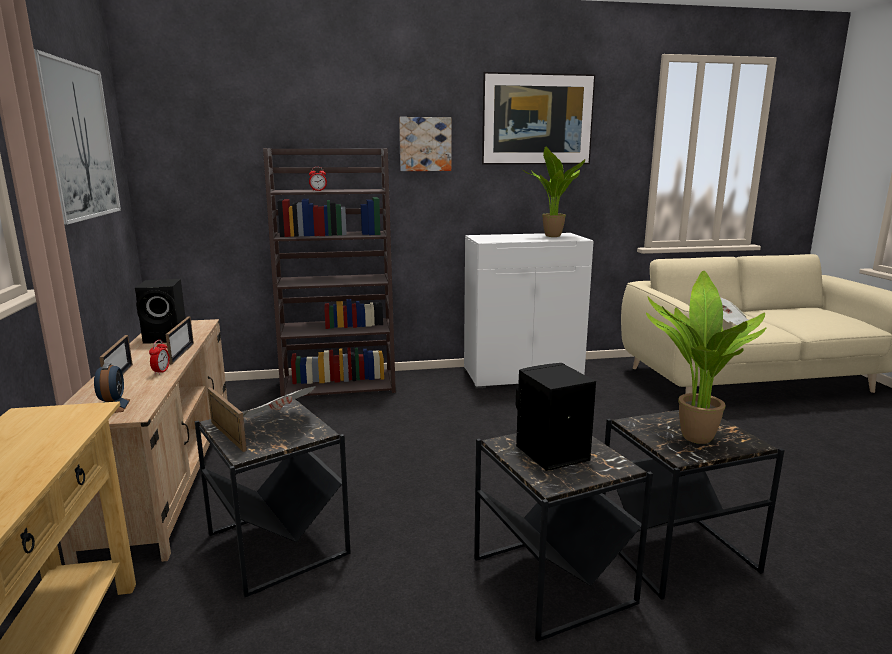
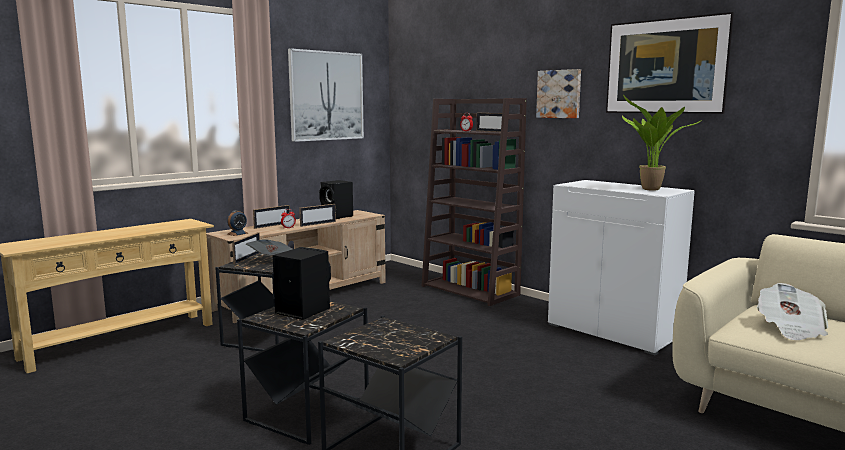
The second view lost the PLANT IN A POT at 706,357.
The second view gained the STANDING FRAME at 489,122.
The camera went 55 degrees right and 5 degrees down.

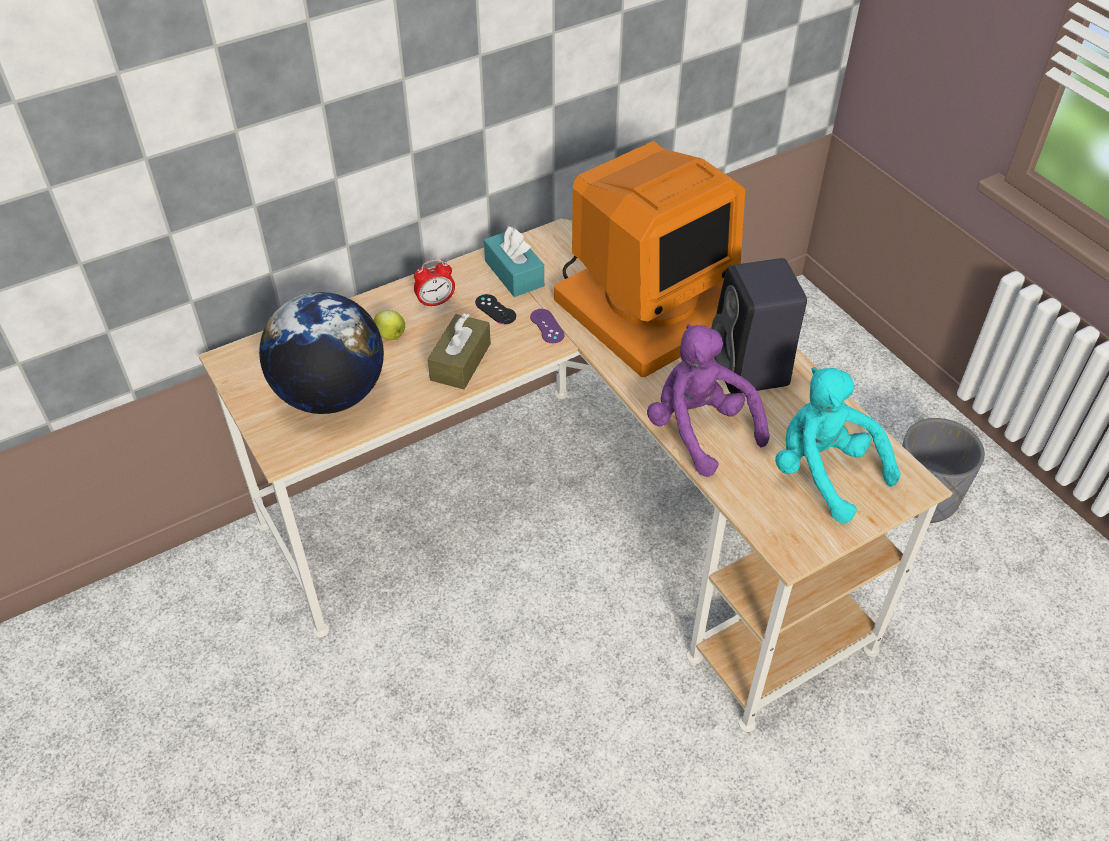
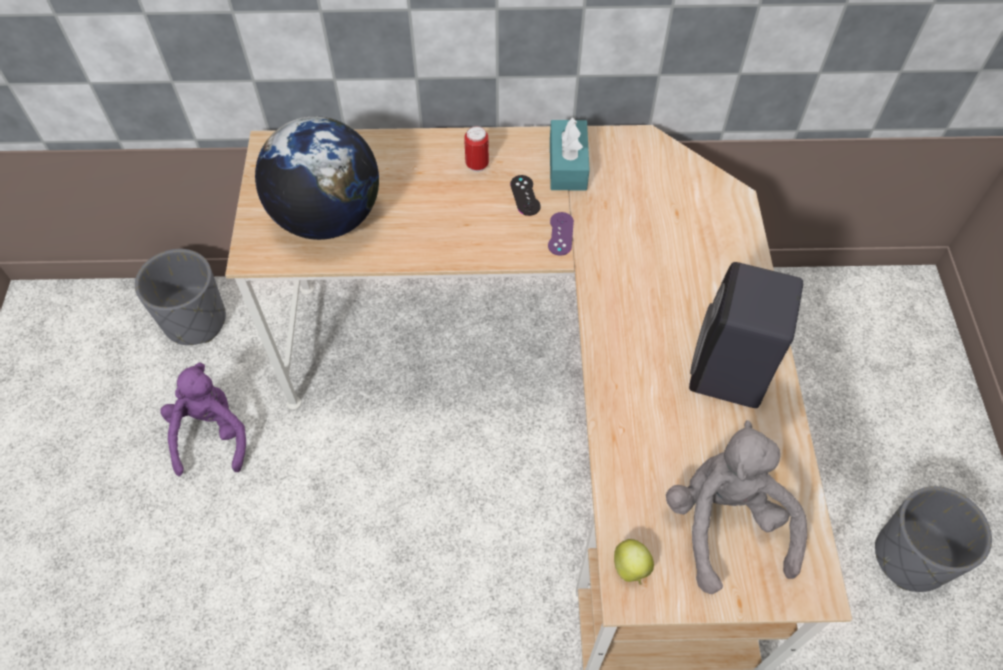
The second view lost the BROWN TISSUE HOLDER at 459,351.
The second view lost the MONITOR at 649,259.
The second view gained the GREY PLANTER at 180,297.
The APPLE FRUIT ended up elsewhere, having gone from 389,325 to 634,562.
The PURPLE SOFT TOY ended up elsewhere, having gone from 708,400 to 203,419.
Where the TABLE CLOCK stood at 434,283, the METAL CAN came to stand at 476,149.
What was the TURQUOISE-COLOURED SOFT TOY at 837,445 turned into the GREY SOFT TOY at 736,507.
The camera went 30 degrees right and 10 degrees up.

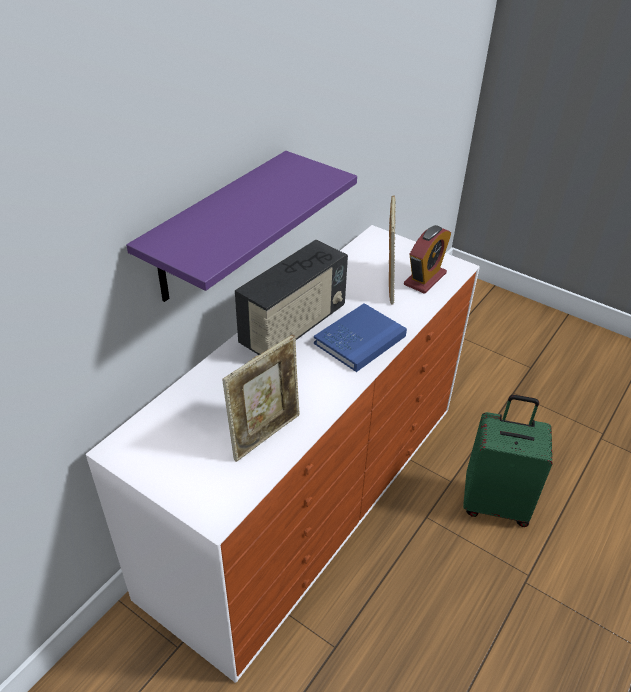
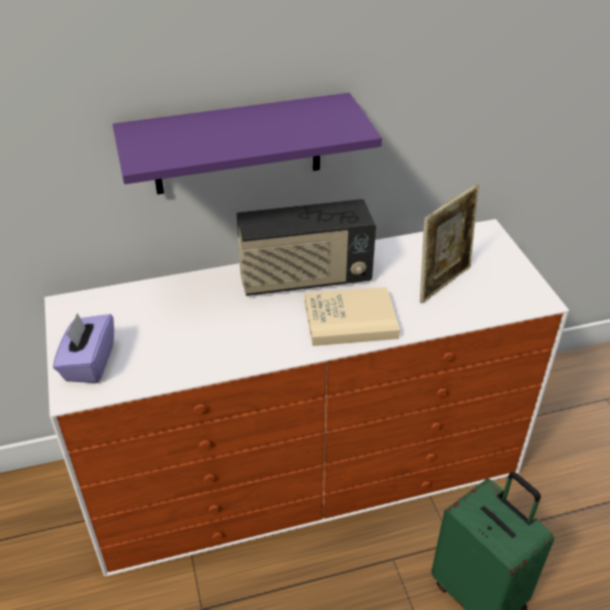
The second view lost the STANDING FRAME at 261,398.
The second view lost the TABLE CLOCK at 427,259.
The second view gained the PURPLE TISSUE HOLDER at 83,348.
What was the BLUE VOLUME at 360,337 turned into the BEIGE-COLOURED VOLUME at 352,316.
The camera went 40 degrees right and 0 degrees up.

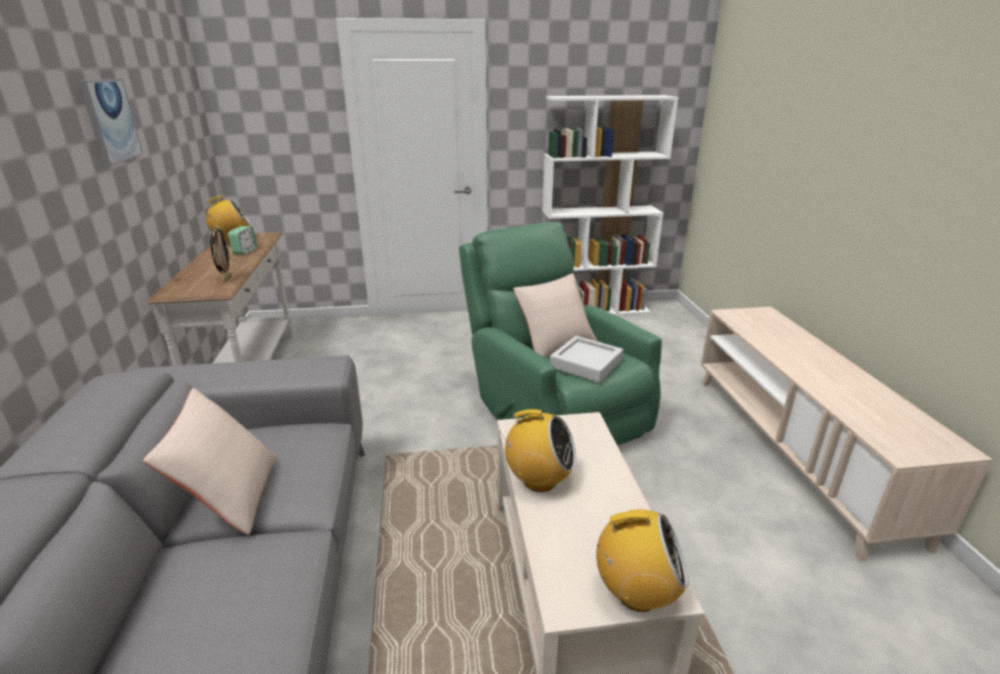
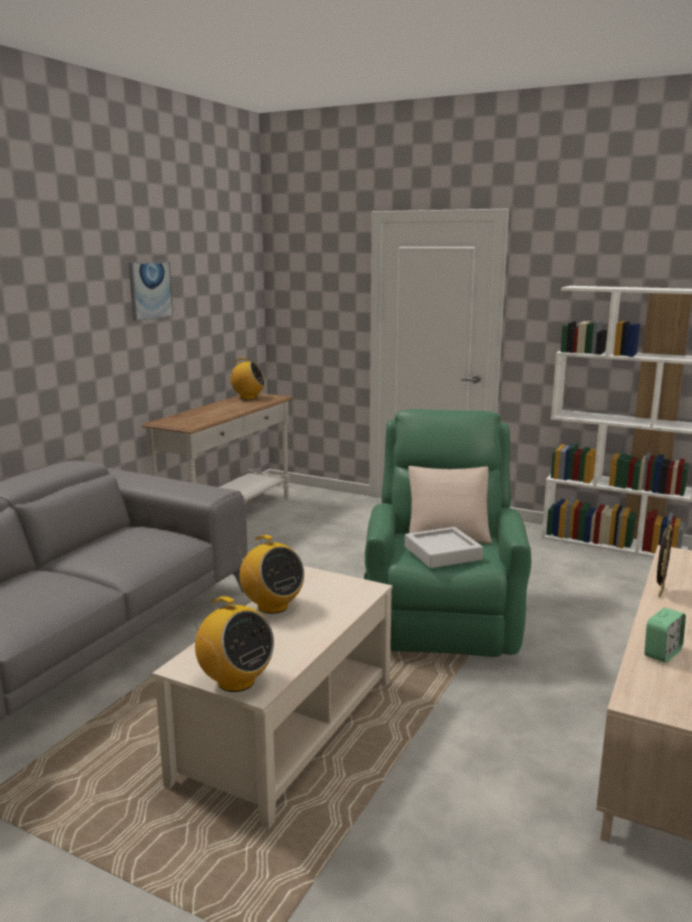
The second view lost the BEIGE-COLOURED THROW PILLOW at 210,461.
The STANDING FRAME ended up elsewhere, having gone from 220,254 to 665,561.
The TABLE CLOCK ended up elsewhere, having gone from 242,240 to 665,635.
The camera went 35 degrees right and 10 degrees down.

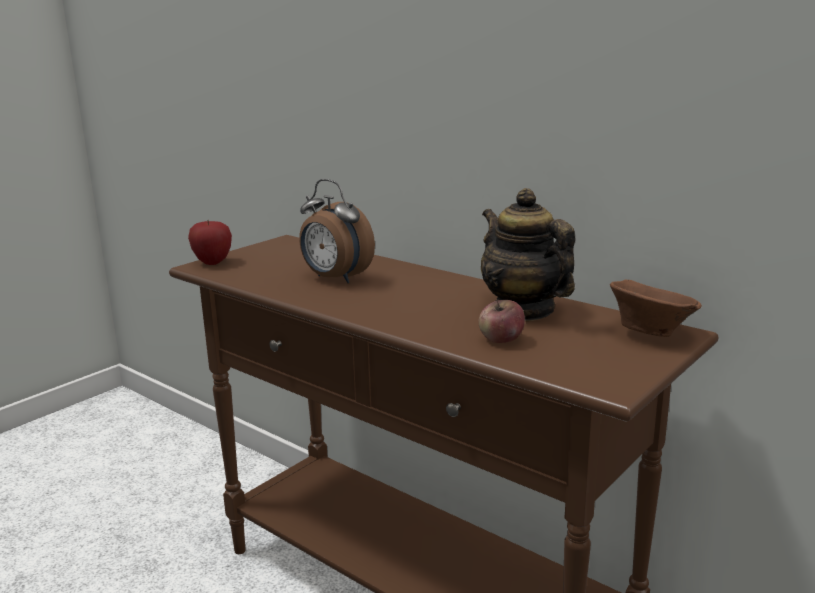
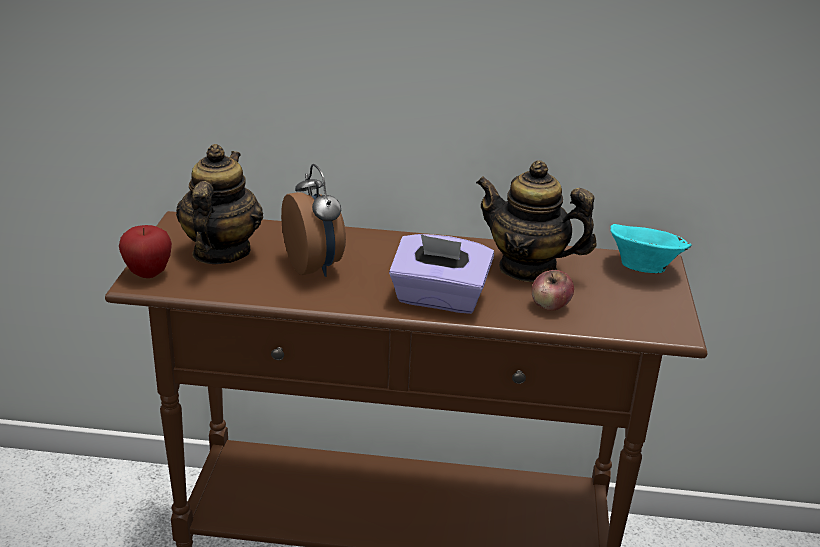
The second view gained the TEA POT at 219,204.
The second view gained the PURPLE TISSUE HOLDER at 441,274.
What was the BROWN DEEP DISH at 656,308 turned into the TURQUOISE-COLOURED DEEP DISH at 651,248.
The TABLE CLOCK at 337,231 ended up facing another way, 120 degrees counterclockwise from before.
The camera went 35 degrees left and 10 degrees up.

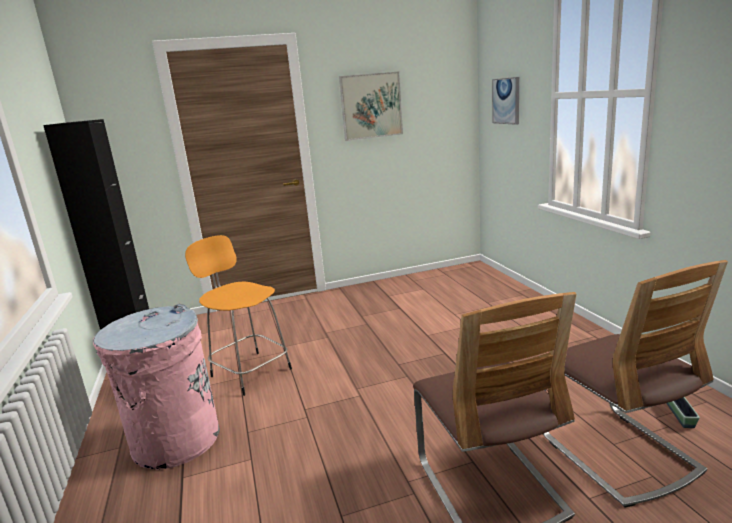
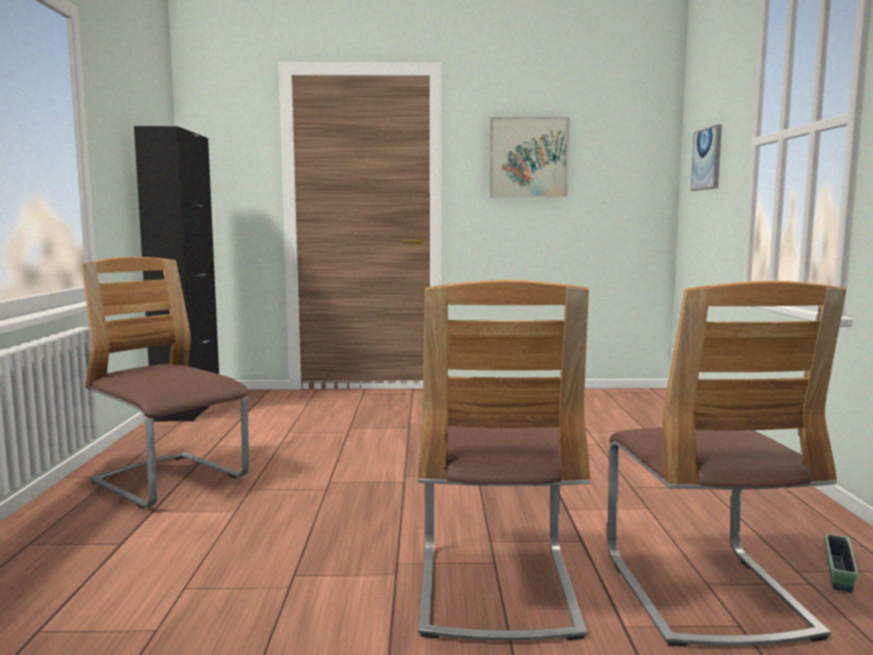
The second view lost the ORANGE SITTING STOOL at 238,315.
Where the PINK TRASH CAN stood at 156,386, the PLAIN CHAIR came to stand at 165,383.
The camera went 15 degrees right and 10 degrees down.

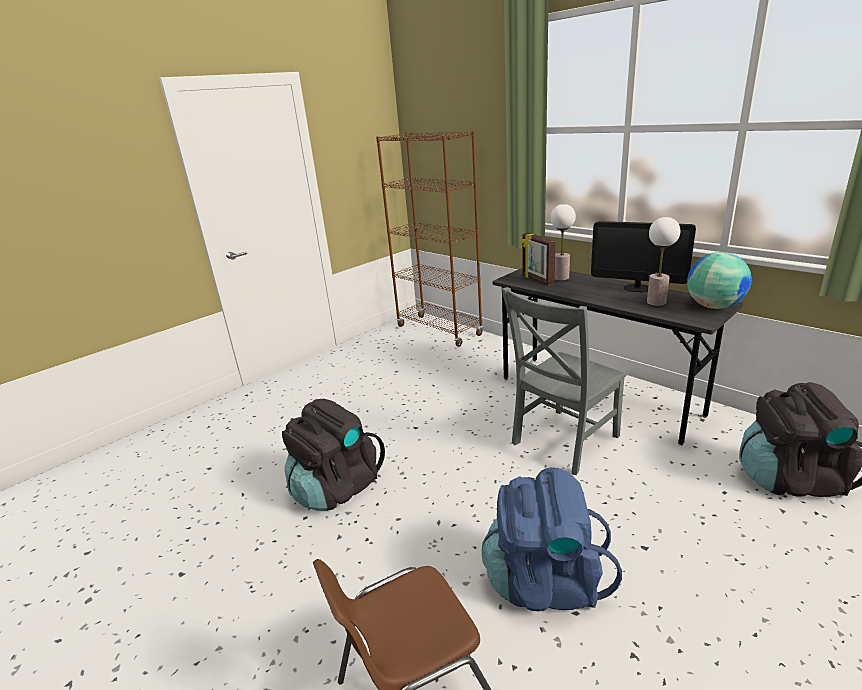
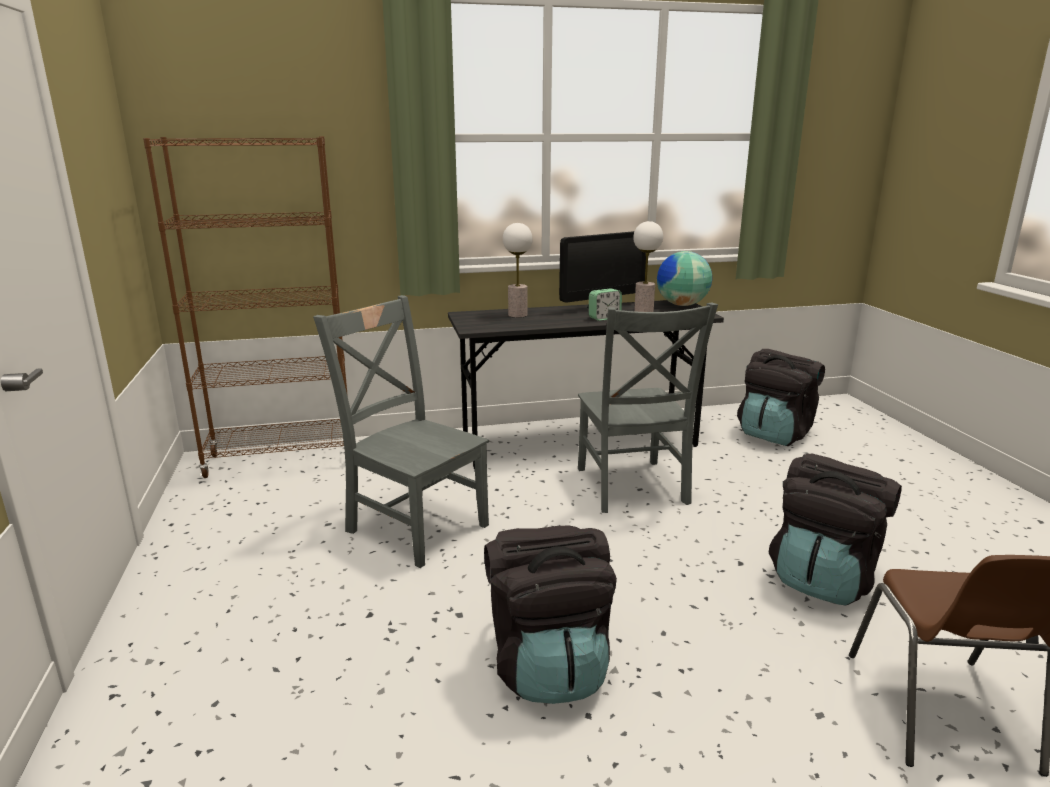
The second view lost the STANDING FRAME at 538,259.
The second view gained the GREY PLAIN CHAIR at 401,431.
The second view gained the TABLE CLOCK at 605,304.
What was the BLUE BACKPACK at 552,539 turned into the BLACKISH BACKPACK at 835,529.
The camera went 60 degrees left and 5 degrees down.

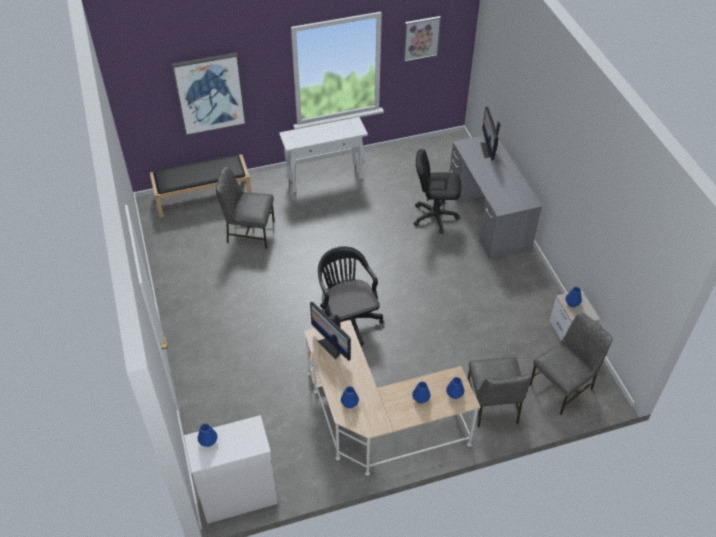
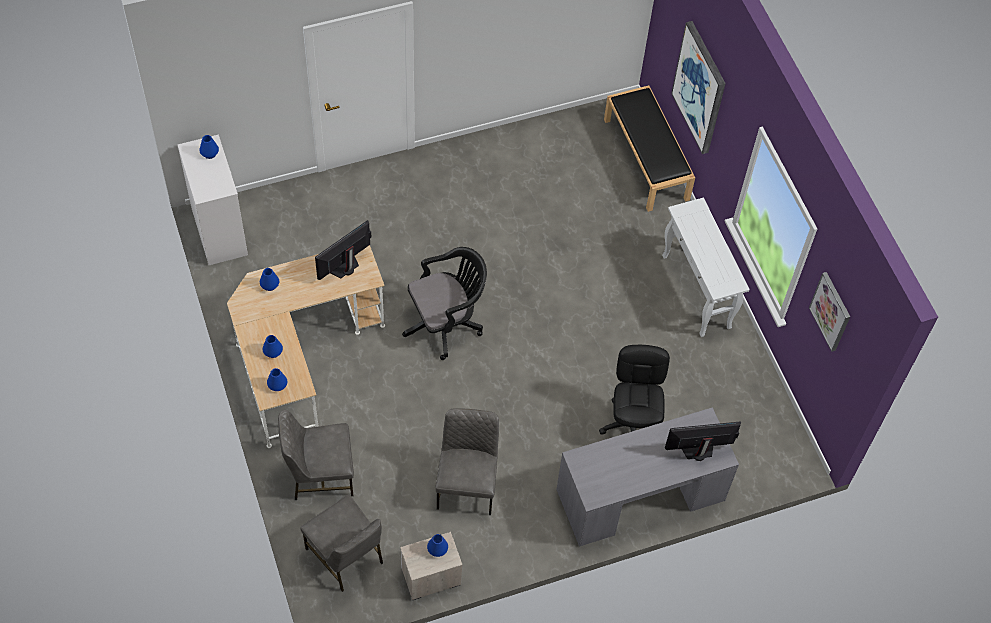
The GREY PLAIN CHAIR ended up elsewhere, having gone from 245,208 to 467,461.
The camera went 85 degrees right and 10 degrees up.

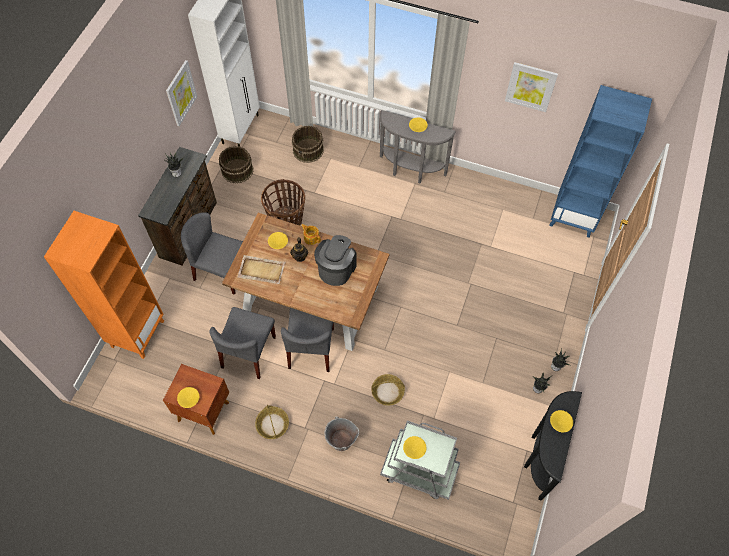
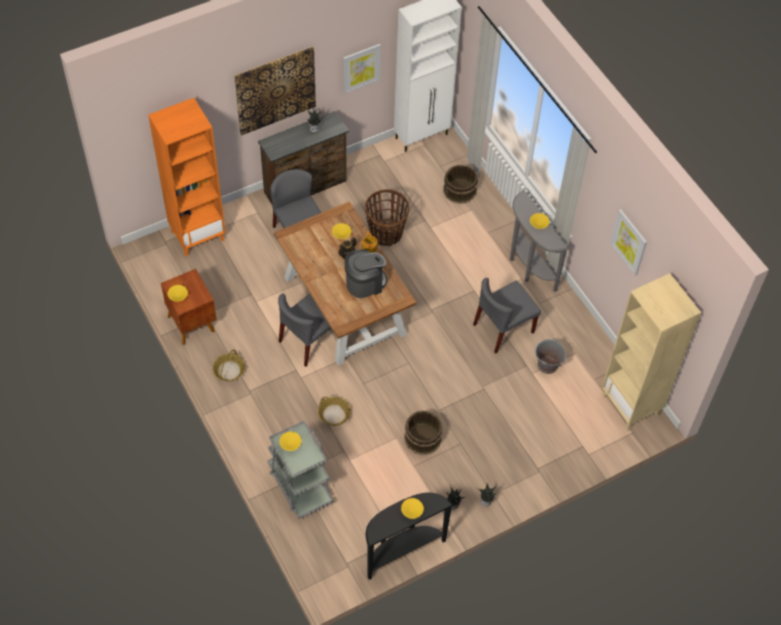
The second view lost the BEIGE-COLOURED CARRYING TRAY at 261,269.
The second view gained the PICTURE at 275,90.
The GREY PLAIN CHAIR ended up elsewhere, having gone from 242,343 to 507,316.
The BROWN PAIL ended up elsewhere, having gone from 236,164 to 423,432.
The GREY PAIL ended up elsewhere, having gone from 341,434 to 550,356.
What was the BLUE SHELVING UNIT at 600,161 turned into the BEIGE-COLOURED SHELVING UNIT at 651,352.
The camera went 40 degrees right and 5 degrees down.

